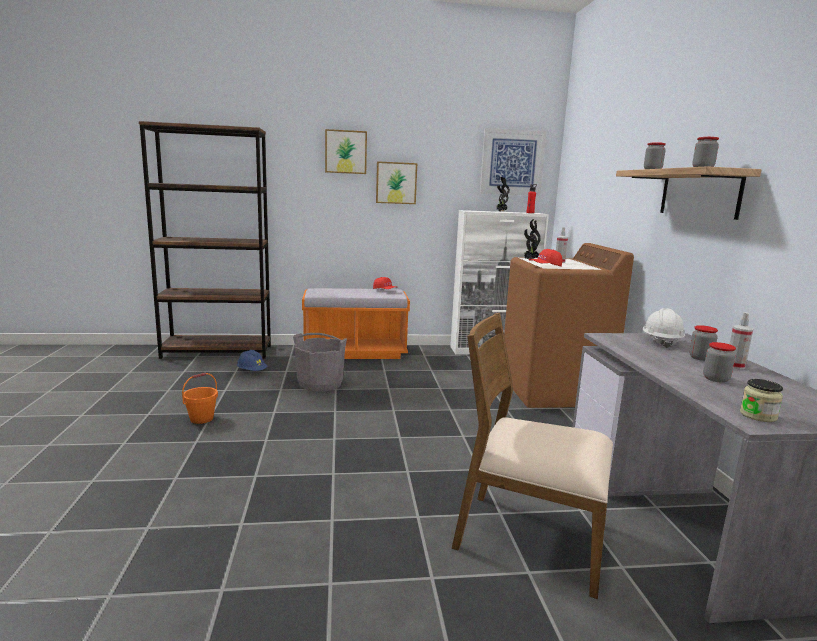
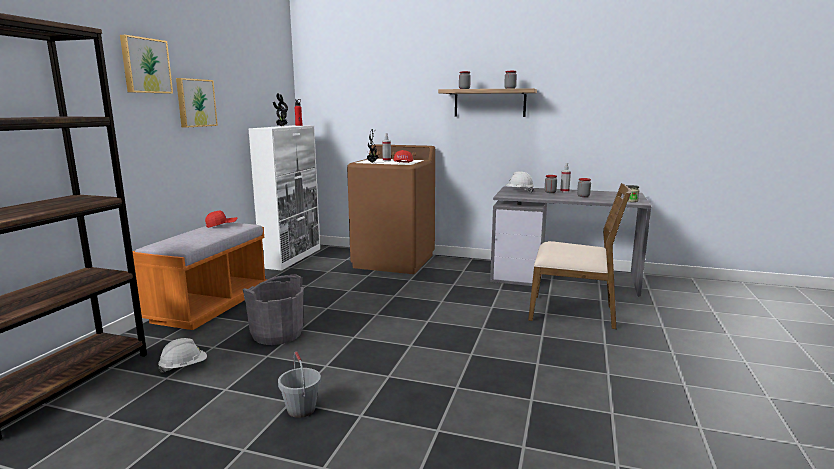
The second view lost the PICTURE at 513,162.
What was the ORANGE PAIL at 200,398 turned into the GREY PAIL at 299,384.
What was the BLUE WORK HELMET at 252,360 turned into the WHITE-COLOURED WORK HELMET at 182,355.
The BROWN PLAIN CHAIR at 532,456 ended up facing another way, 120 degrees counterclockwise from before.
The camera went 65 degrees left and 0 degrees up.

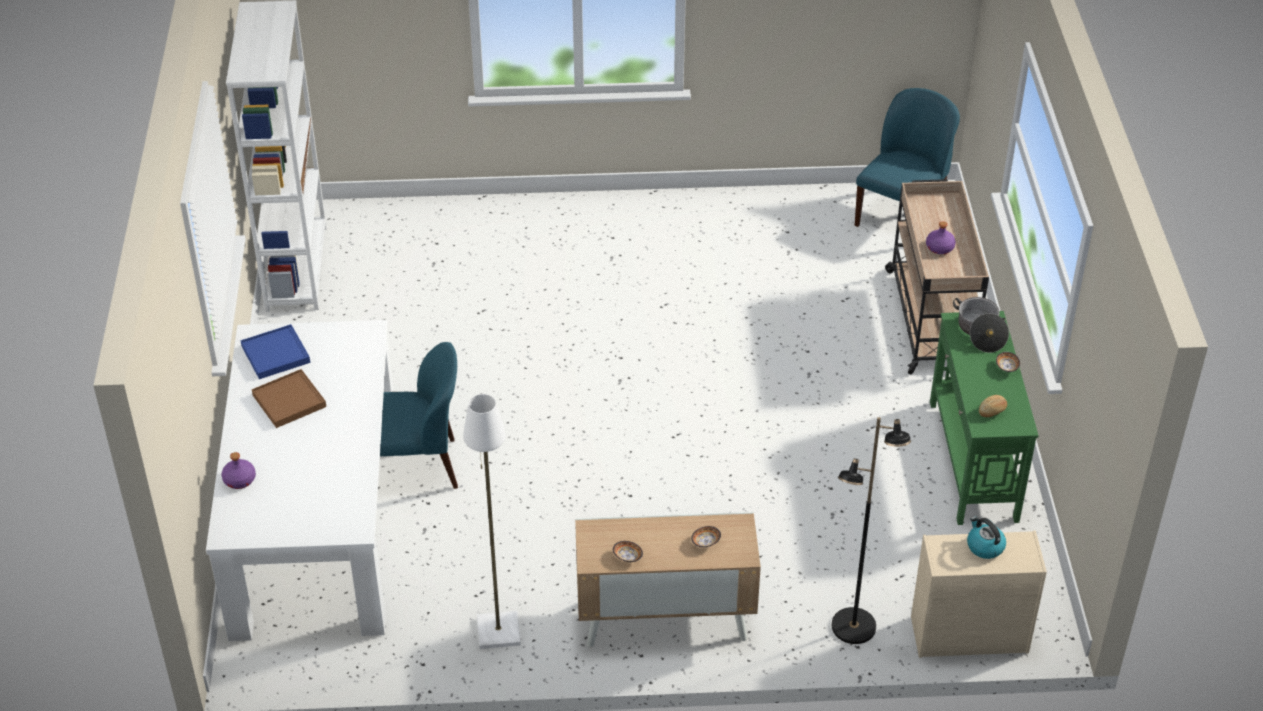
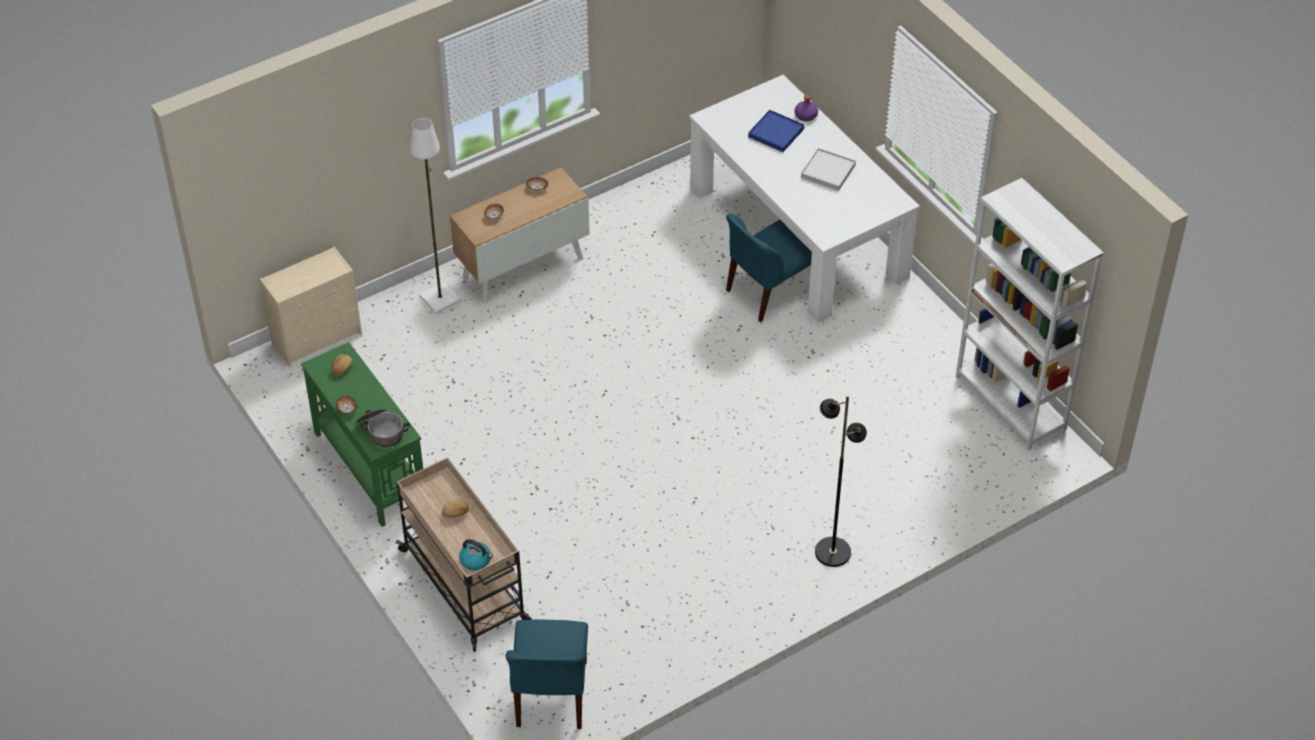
The BLUE CARRYING TRAY ended up elsewhere, having gone from 275,351 to 776,131.
The WHITE-COLOURED FLOOR LAMP ended up elsewhere, having gone from 492,521 to 435,216.
The BLACKISH FLOOR LAMP ended up elsewhere, having gone from 871,530 to 841,481.
The TEA KETTLE ended up elsewhere, having gone from 986,537 to 476,554.
Where the PURPLE BEVERAGE BOTTLE stood at 941,237, the BAKERY BREAD came to stand at 455,508.
What was the BROWN CARRYING TRAY at 289,398 turned into the WHITE-COLOURED CARRYING TRAY at 828,169.
The camera went 150 degrees right and 5 degrees up.

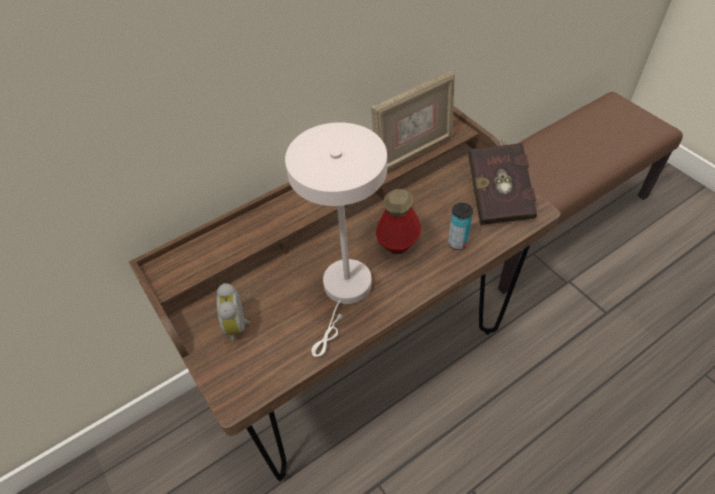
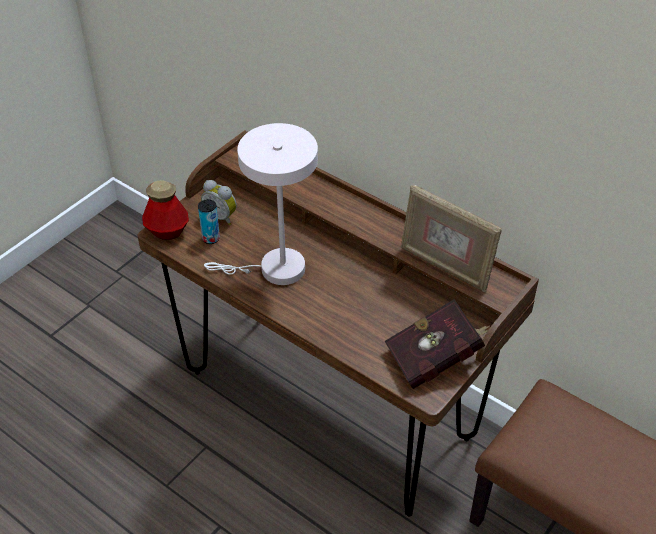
The BEVERAGE BOTTLE ended up elsewhere, having gone from 398,221 to 165,210.
The METAL CAN ended up elsewhere, having gone from 460,226 to 209,221.
The TABLE CLOCK at 234,312 ended up facing another way, 120 degrees counterclockwise from before.
The camera went 70 degrees right and 5 degrees down.

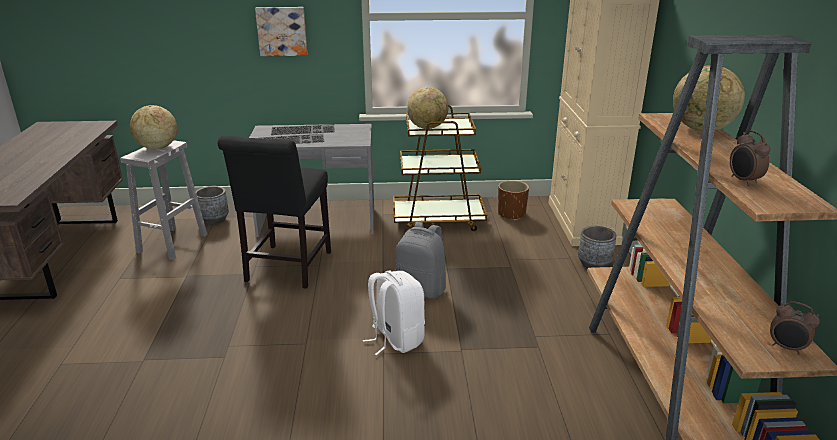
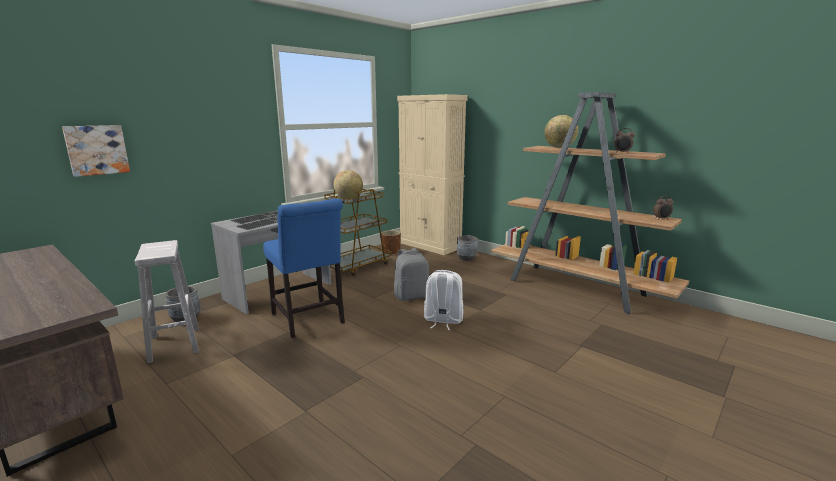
The second view lost the WORLD GLOBE at 153,127.
The PICTURE ended up elsewhere, having gone from 281,31 to 96,151.
What was the BLACKISH PLAIN CHAIR at 274,212 turned into the BLUE PLAIN CHAIR at 304,268.
The camera went 45 degrees left and 10 degrees down.

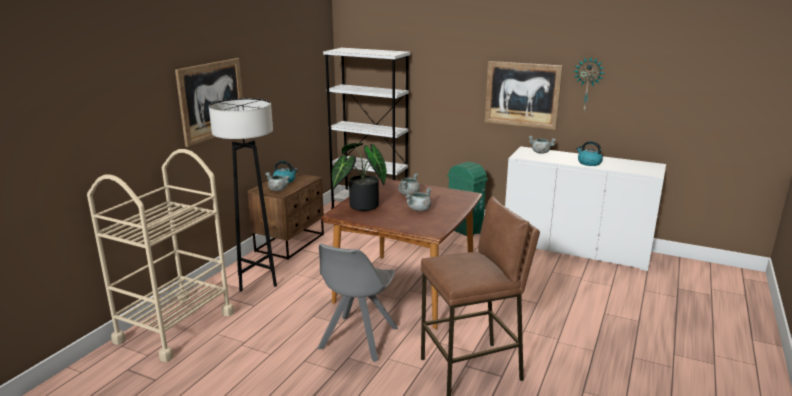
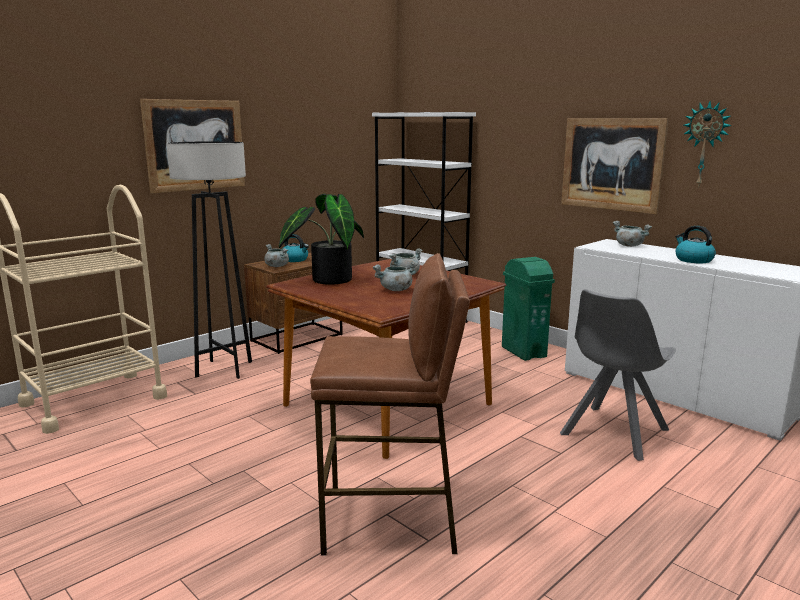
The GREY PLAIN CHAIR ended up elsewhere, having gone from 358,303 to 618,375.
The camera went 20 degrees right and 5 degrees down.

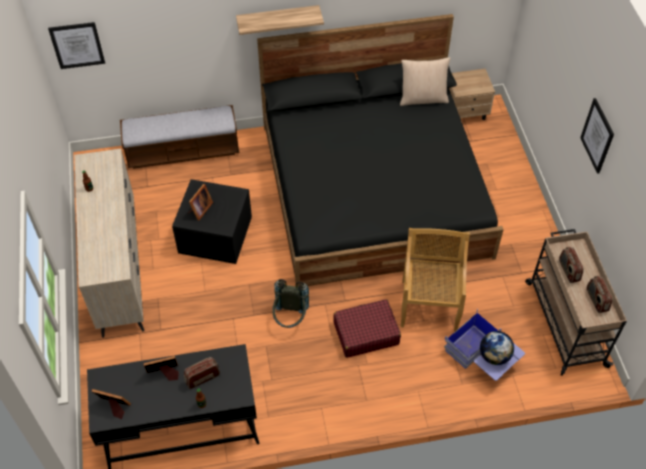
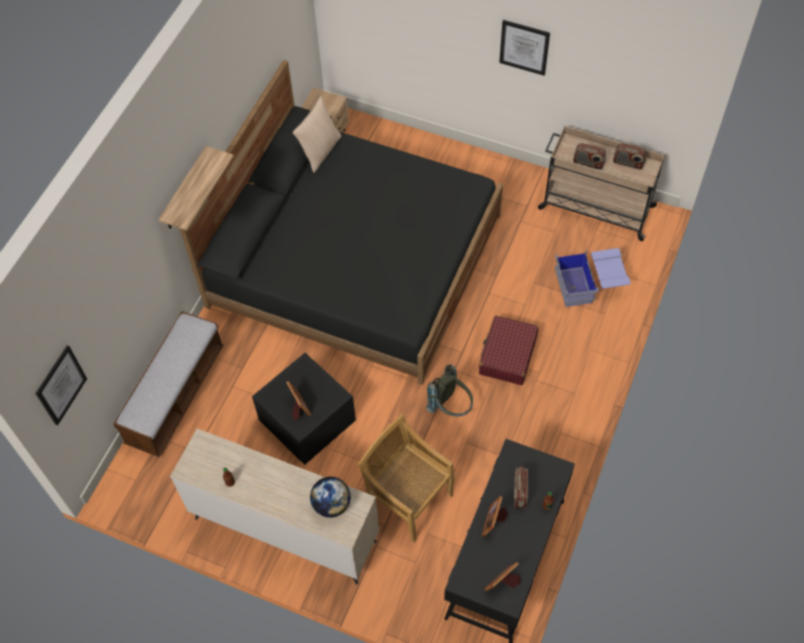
The BEIGE-COLOURED PLAIN CHAIR ended up elsewhere, having gone from 435,280 to 405,478.
The WORLD GLOBE ended up elsewhere, having gone from 497,348 to 330,497.
The camera went 55 degrees left and 5 degrees up.

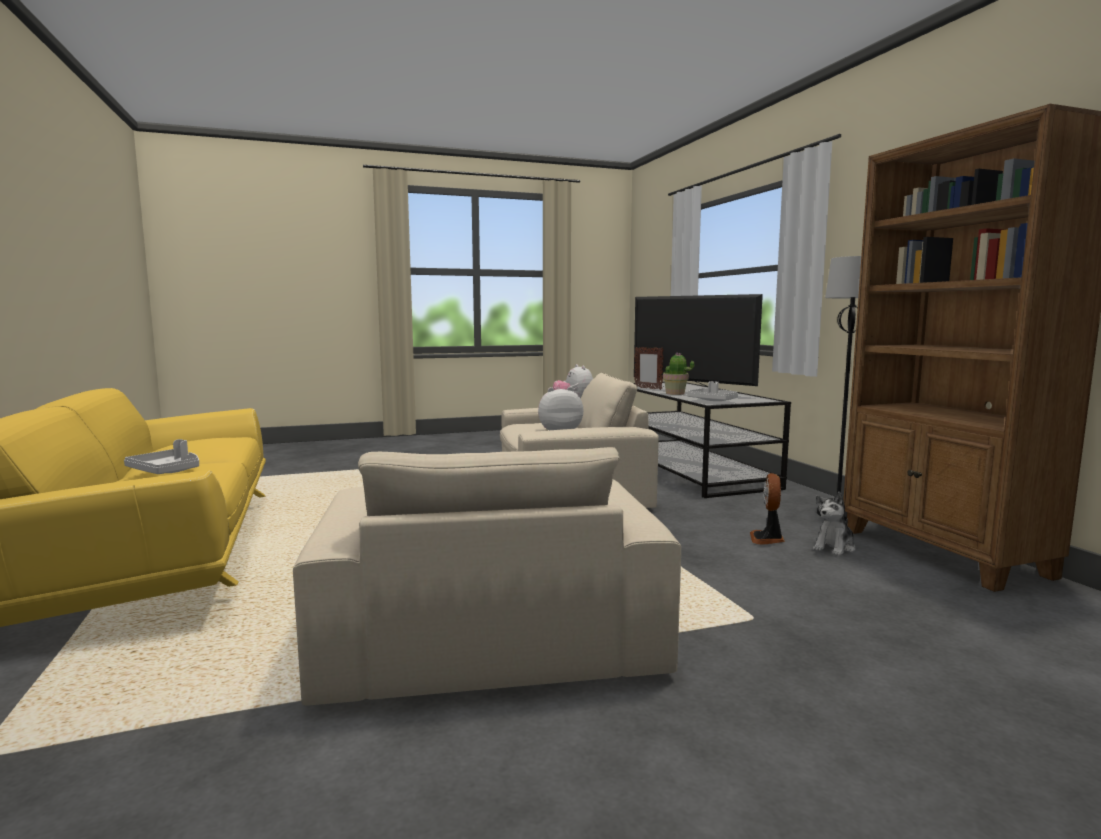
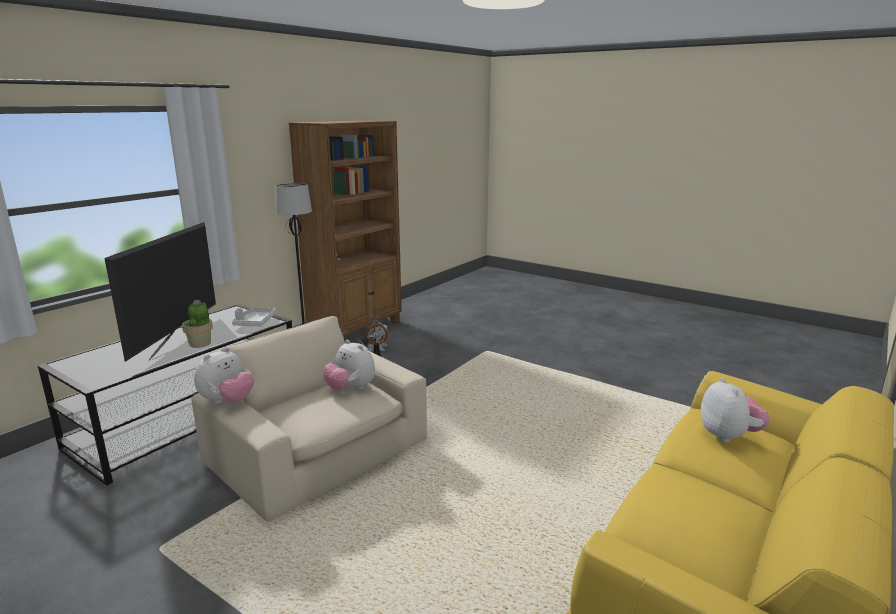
The second view lost the BEIGE-COLOURED LOUNGE CHAIR at 487,576.
The second view lost the STANDING FRAME at 649,368.
Where the GREY CARRYING TRAY stood at 161,456, the SOFT TOY came to stand at 735,410.
The camera went 125 degrees left and 10 degrees up.

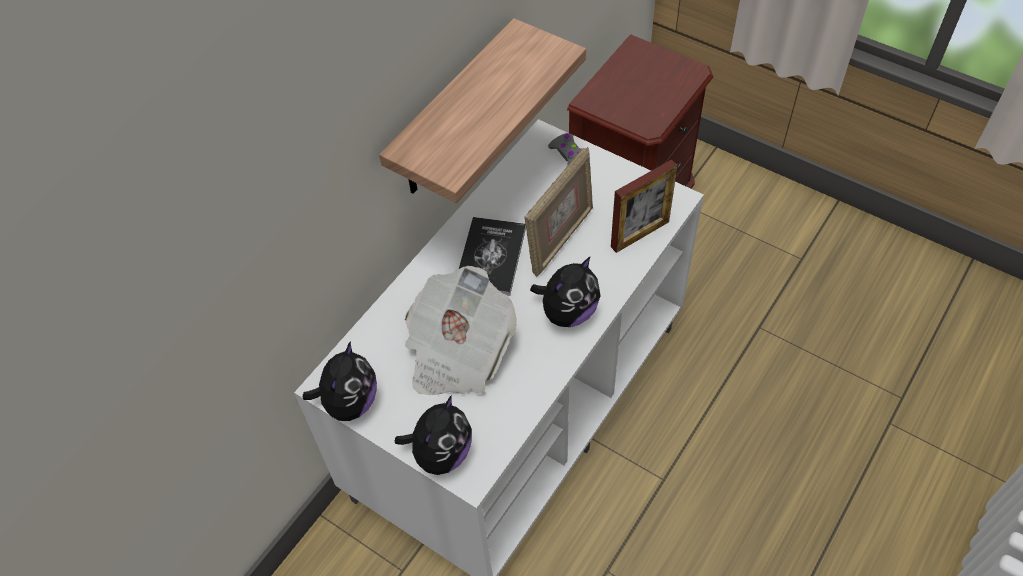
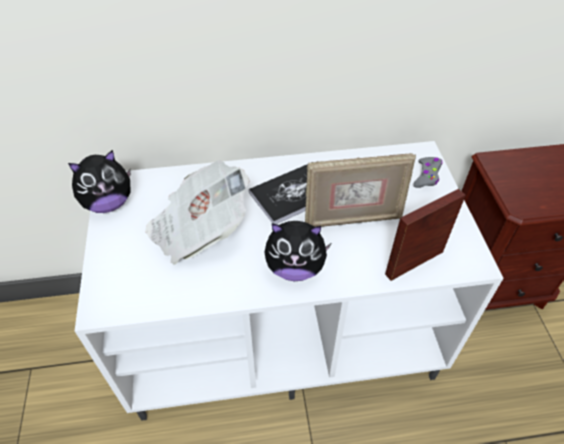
The second view lost the SHELF at 482,110.
The second view lost the SOFT TOY at 433,435.
The STANDING FRAME at 644,206 ended up facing another way, 135 degrees clockwise from before.
The camera went 45 degrees right and 5 degrees down.

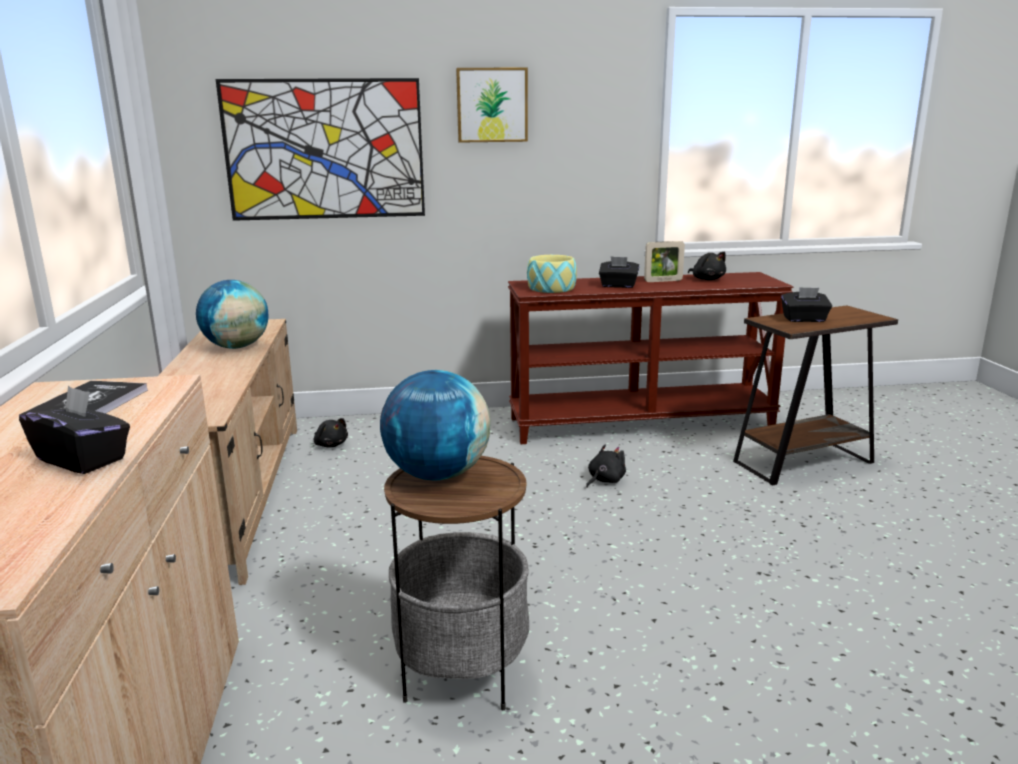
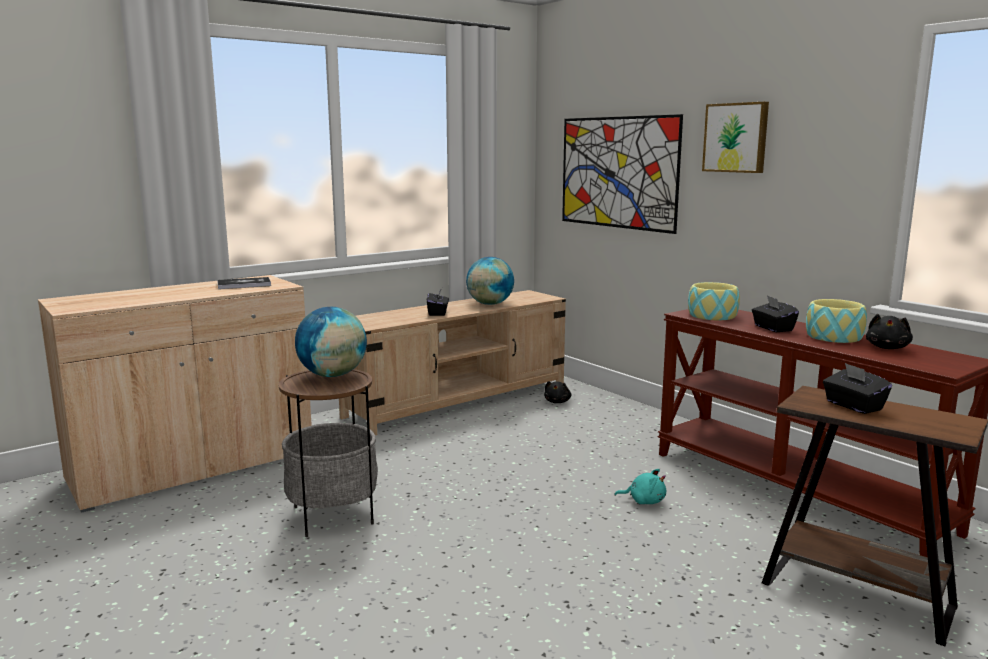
The BLACKISH TISSUE HOLDER ended up elsewhere, having gone from 74,429 to 438,302.
Where the STANDING FRAME stood at 664,261, the DEEP DISH came to stand at 836,321.
What was the BLACKISH SOFT TOY at 606,466 turned into the TURQUOISE-COLOURED SOFT TOY at 640,486.
The camera went 60 degrees right and 5 degrees down.

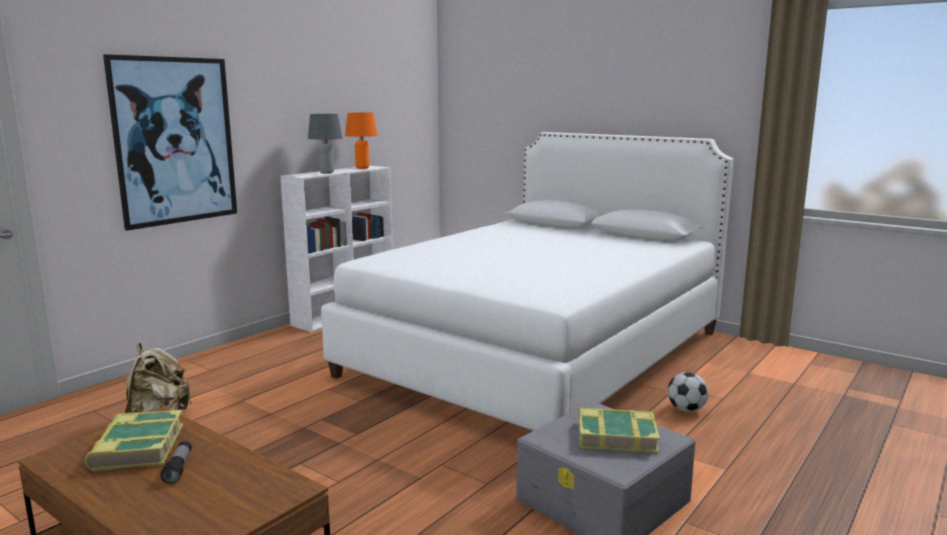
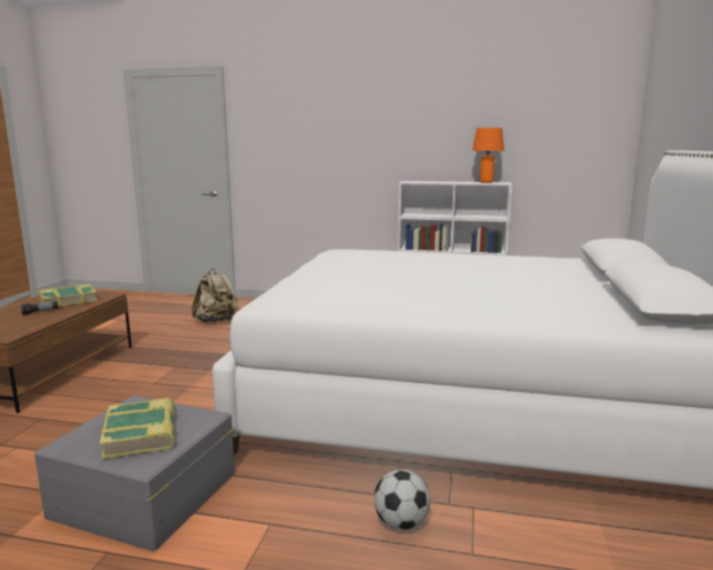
The second view lost the PICTURE at 170,142.
The second view lost the GREY TABLE LAMP at 325,144.
The camera went 65 degrees right and 0 degrees up.

